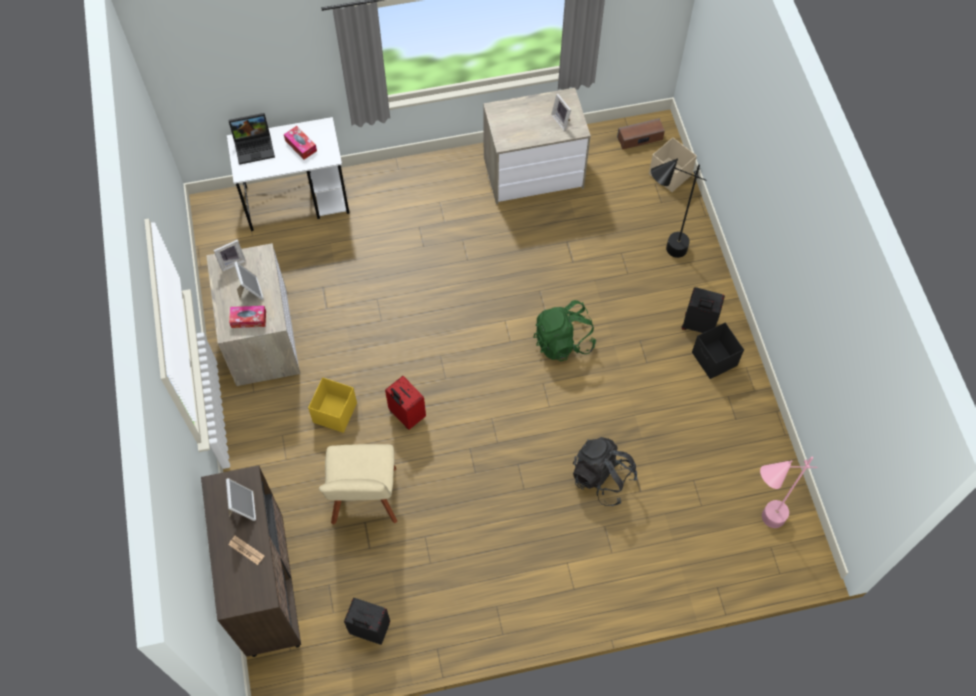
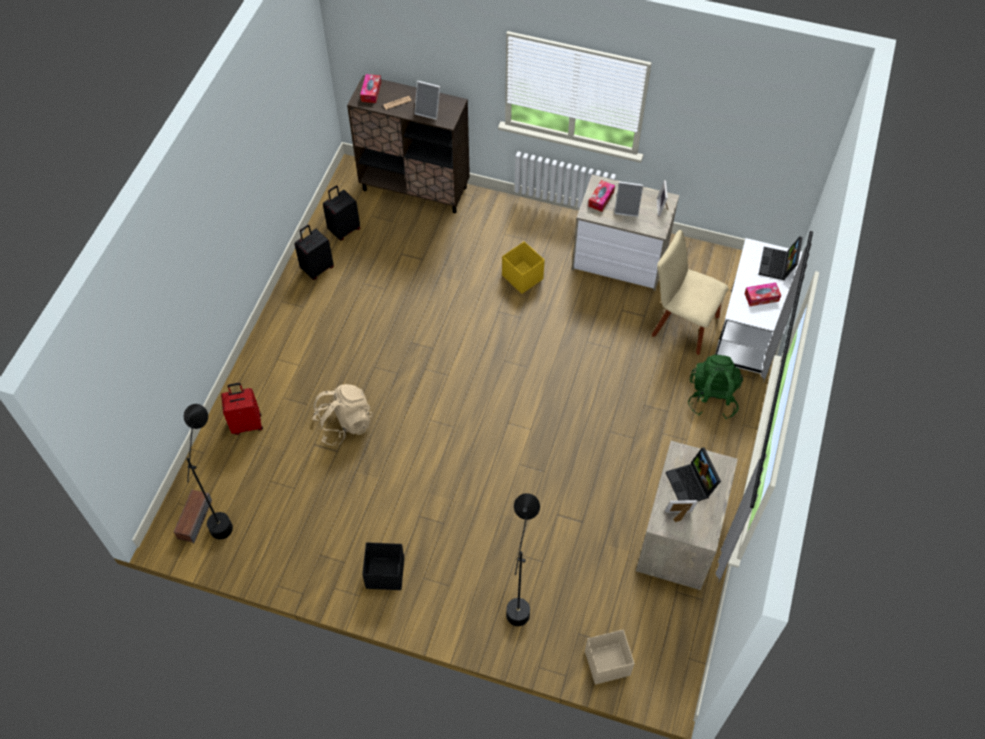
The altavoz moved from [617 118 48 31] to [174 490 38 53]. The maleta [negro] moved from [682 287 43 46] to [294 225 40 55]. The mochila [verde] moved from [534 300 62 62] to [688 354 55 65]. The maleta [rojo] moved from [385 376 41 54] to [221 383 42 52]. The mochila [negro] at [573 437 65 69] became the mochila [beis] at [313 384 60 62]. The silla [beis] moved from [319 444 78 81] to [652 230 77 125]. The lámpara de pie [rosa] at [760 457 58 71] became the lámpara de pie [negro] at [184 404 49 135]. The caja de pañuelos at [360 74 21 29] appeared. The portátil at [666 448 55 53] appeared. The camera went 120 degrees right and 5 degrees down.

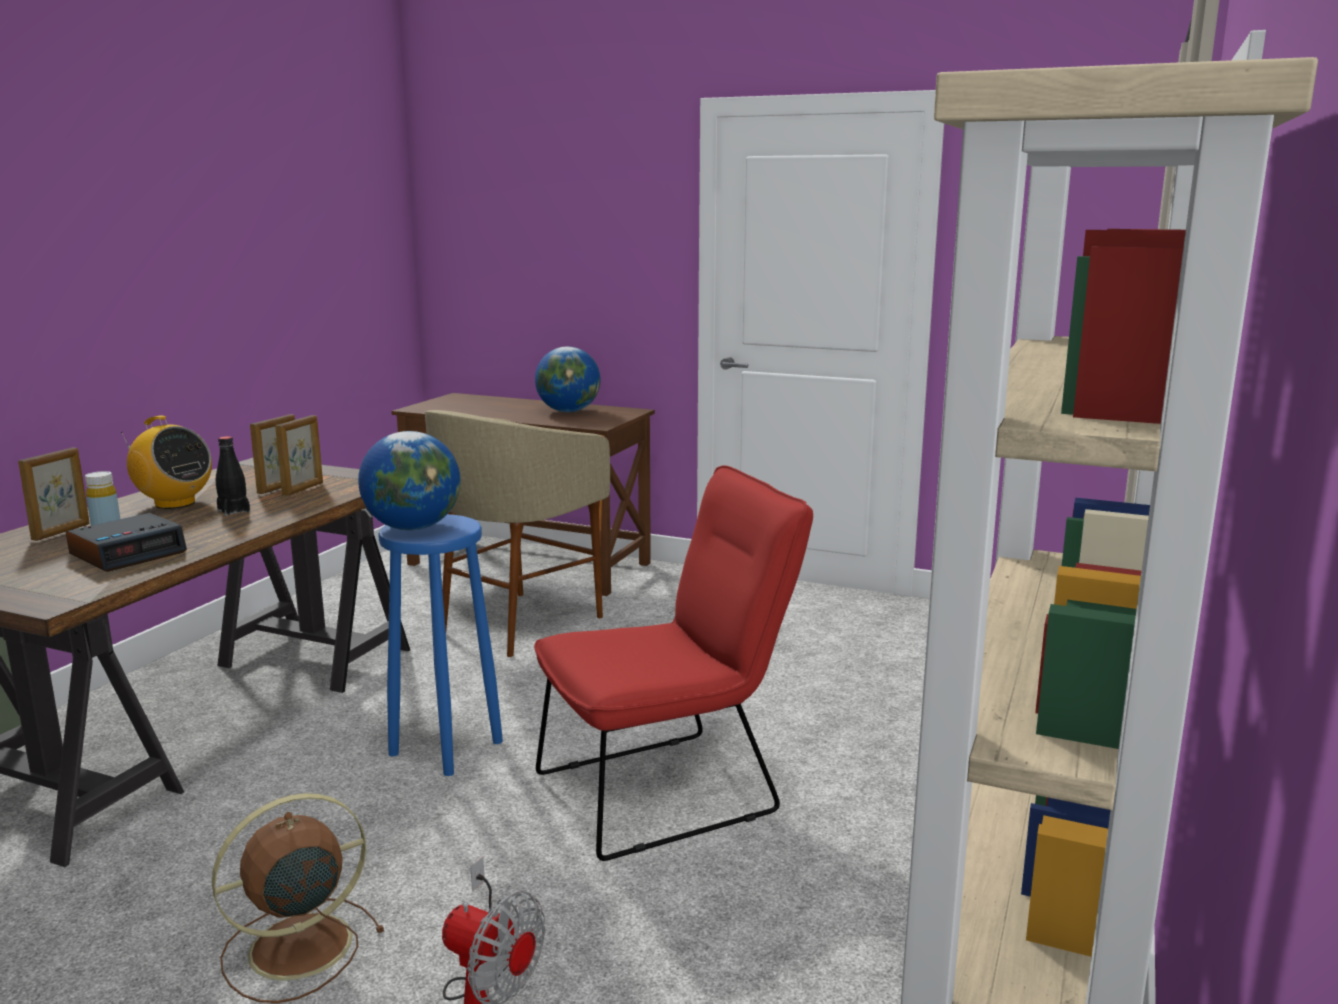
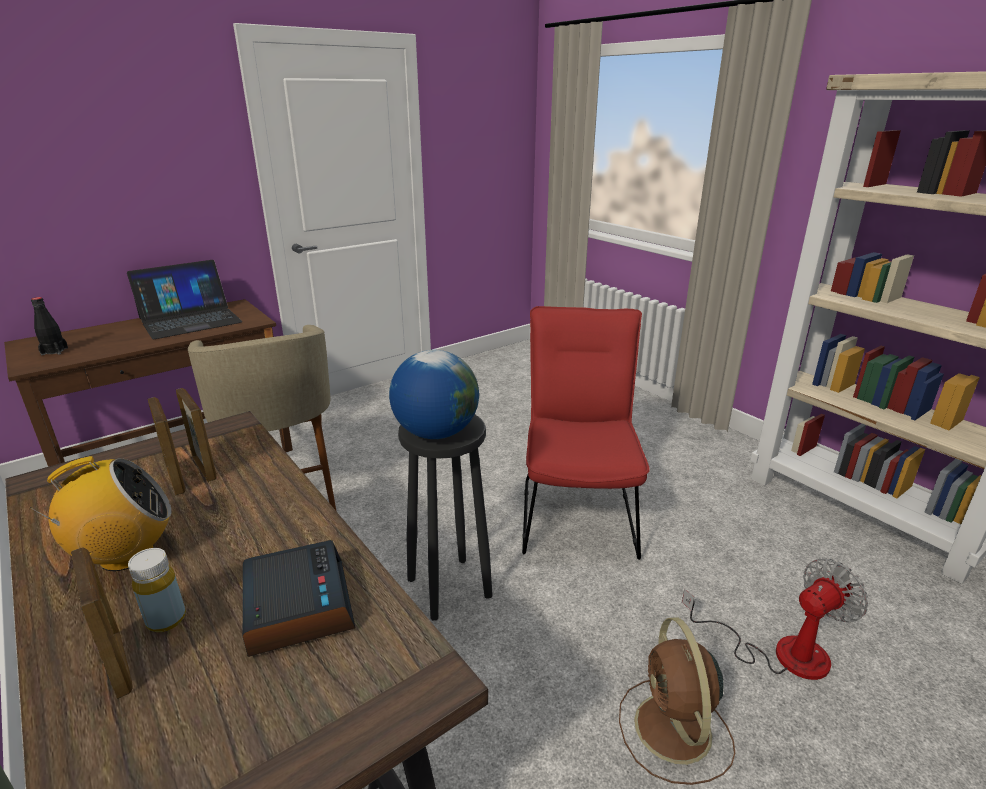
The globo terráqueo at [535 347 66 65] was replaced by the portátil at [127 260 116 79]. The botella [negro] moved from [216 436 34 80] to [31 297 37 58]. The taburete [azul] at [378 514 125 262] became the taburete [negro] at [398 414 95 207]. The camera went 60 degrees left and 10 degrees up.

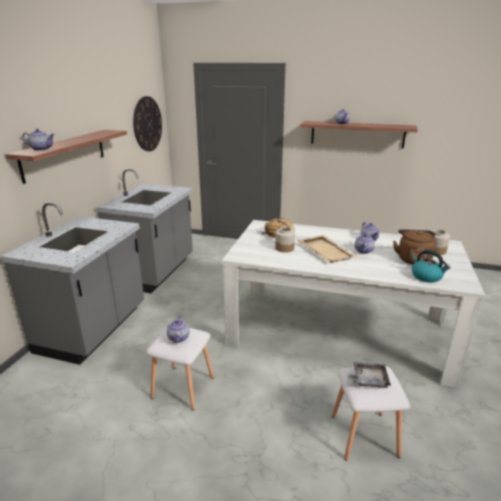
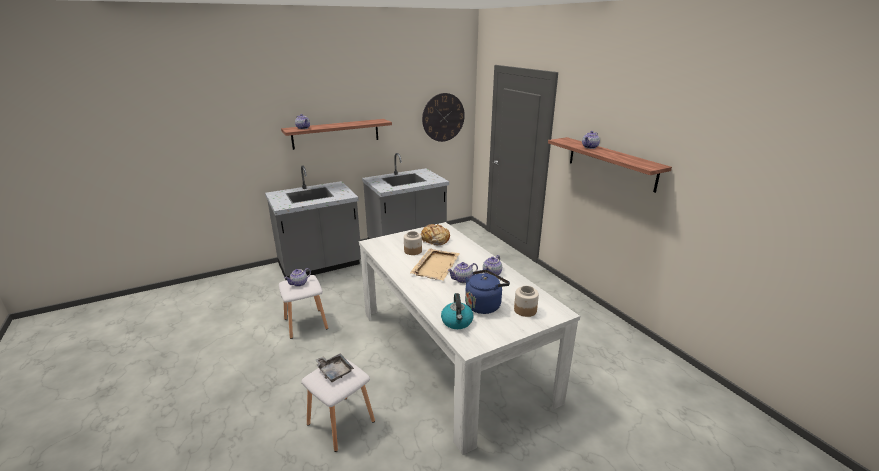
The hervidor [marrón] at [393 229 43 36] became the hervidor [azul] at [465 270 45 44]. The camera went 45 degrees right and 0 degrees up.

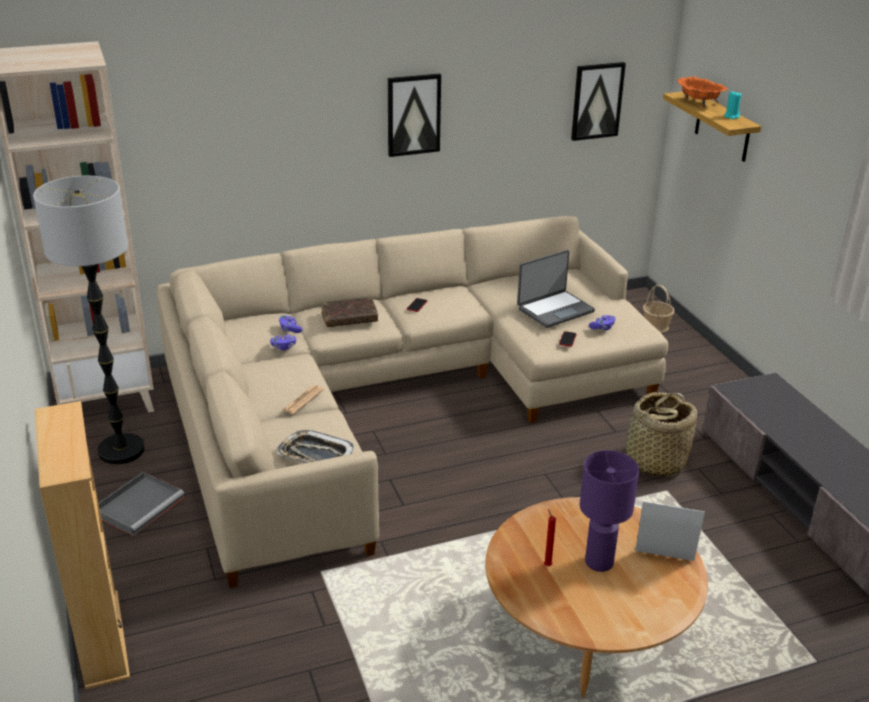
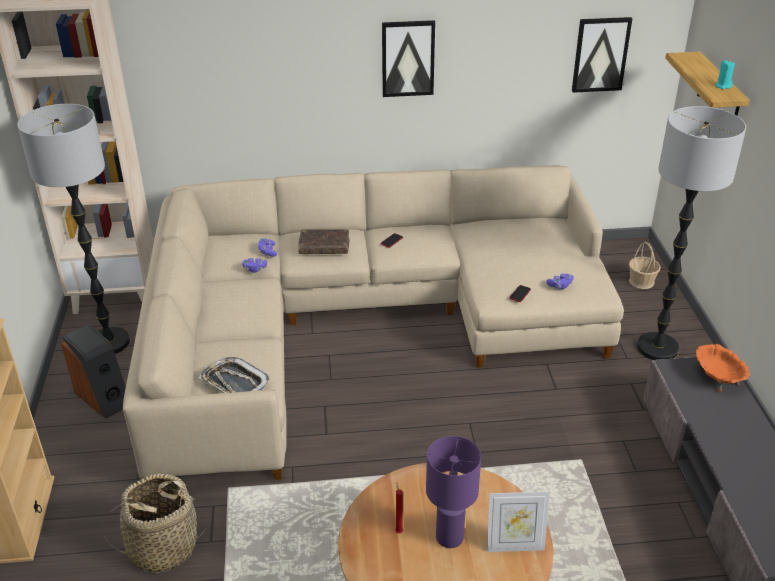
The cuenco [naranja] moved from [678 76 50 32] to [696 344 54 48]. The portátil at [517 250 78 78] disappeared. The periódico at [283 385 41 29] disappeared. The cesta moved from [626 392 71 85] to [103 473 104 100]. The bandeja [gris] at [98 472 86 64] was replaced by the altavoz at [61 324 65 95]. The portarretratos at [635 501 70 60] turned 150 degrees clockwise. The lámpara de pie at [637 106 109 254] appeared. The camera went 15 degrees right and 5 degrees up.

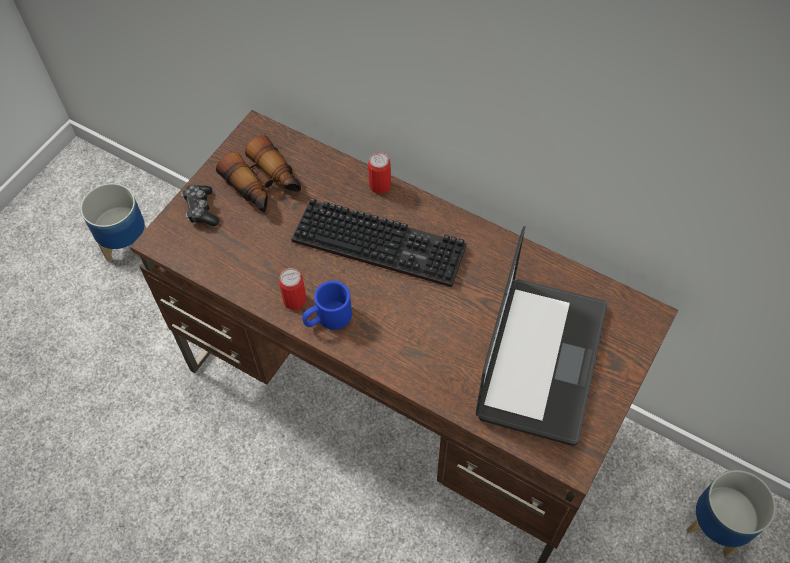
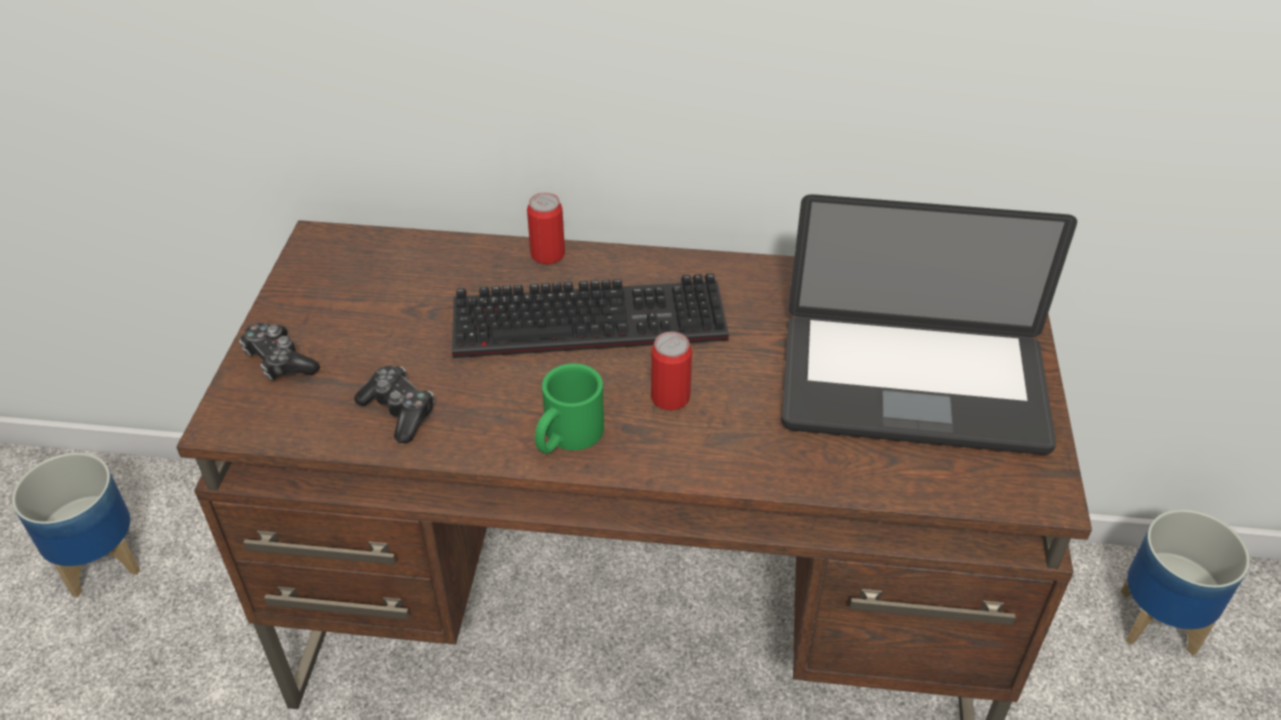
The prismáticos at [216 135 85 77] disappeared. The portátil at [476 226 131 220] turned 105 degrees clockwise. The lata moved from [279 268 28 42] to [651 332 41 78]. The taza grande [azul] at [302 281 50 49] became the taza grande [verde] at [535 363 69 91]. The mando de consola at [354 366 80 77] appeared. The camera went 25 degrees left and 15 degrees down.

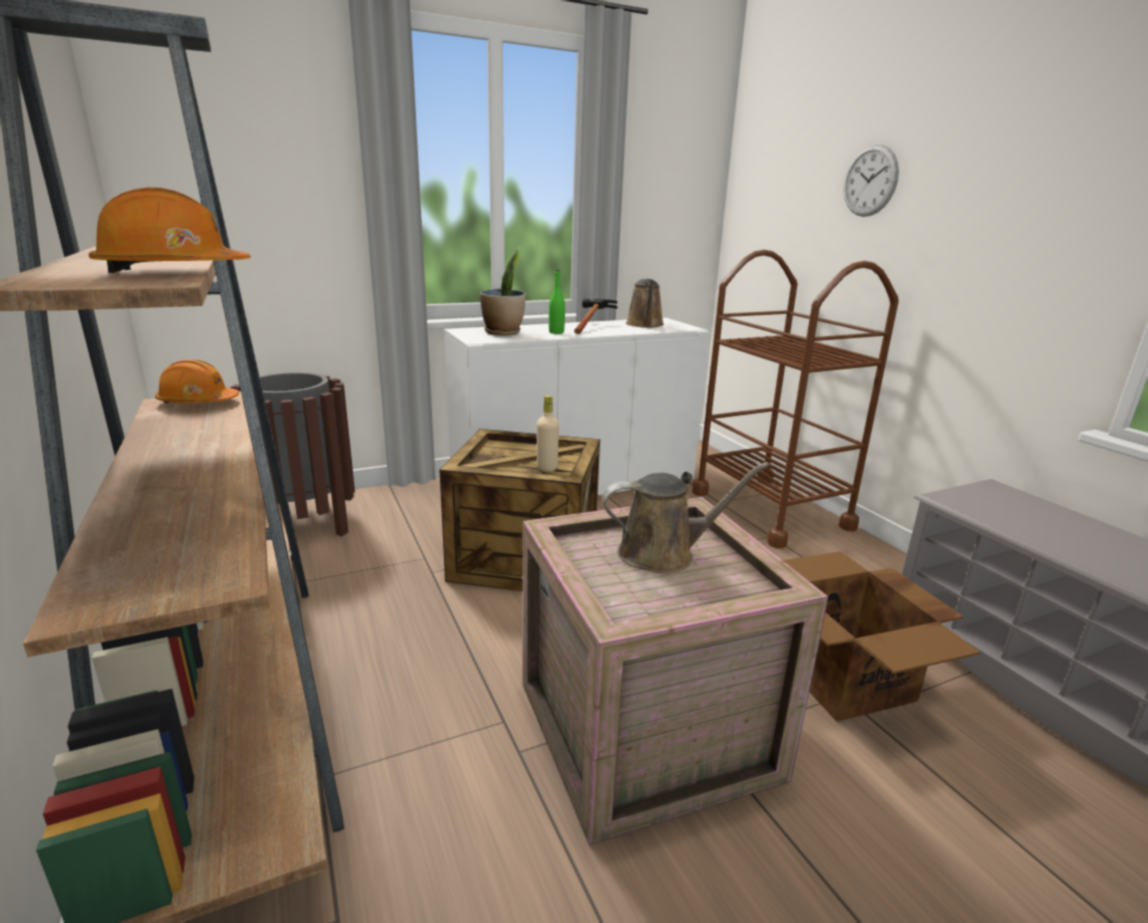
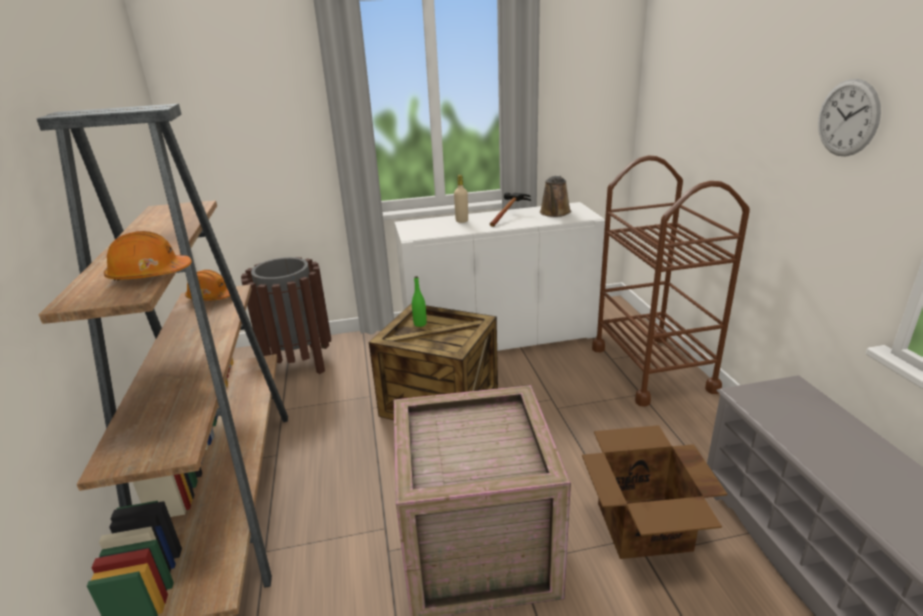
The reloj de pared moved from [843 144 56 73] to [818 79 63 77]. The planta en maceta at [480 246 46 89] disappeared. The botella [verde] moved from [549 270 16 64] to [412 276 15 51]. The botella [beis] moved from [537 395 22 77] to [454 175 14 48]. The regadera [marrón] at [602 462 167 112] disappeared. The camera went 15 degrees right and 5 degrees up.

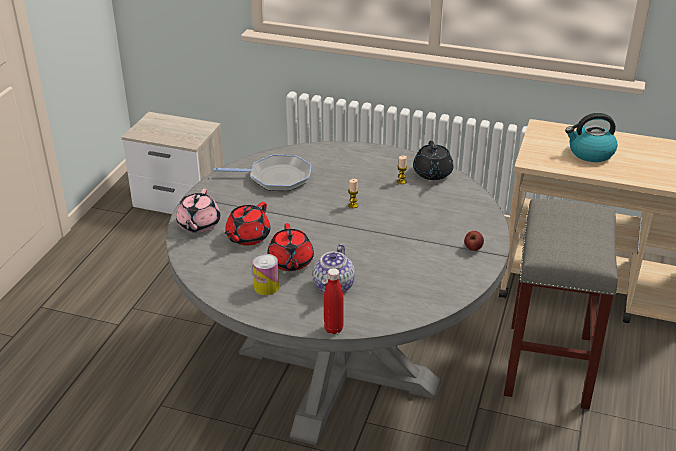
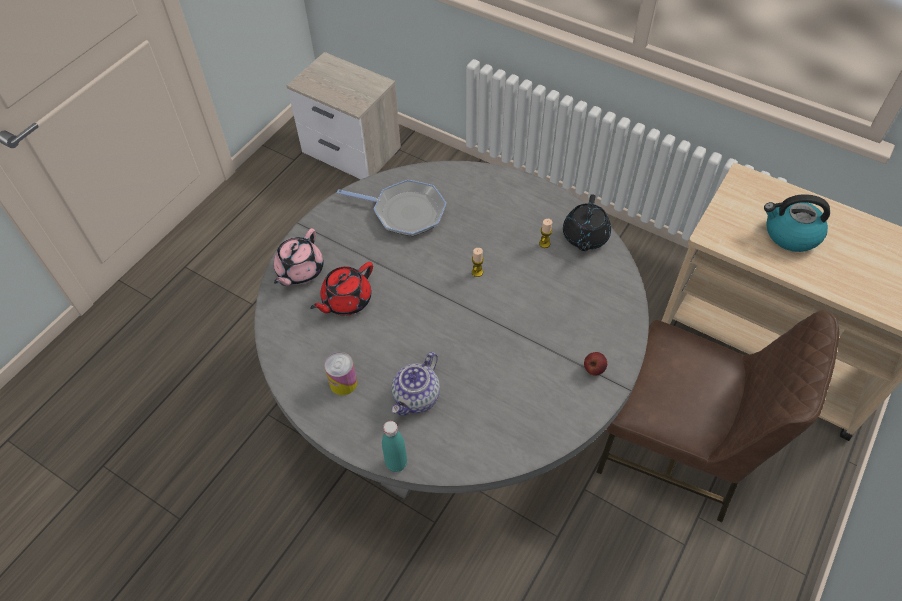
The taburete [gris] at [504 199 114 211] was replaced by the silla [marrón] at [596 310 243 212]. The tetera [rojo] at [267 223 47 48] disappeared. The botella [rojo] at [324 268 20 66] became the botella [turquesa] at [382 421 25 51]. The camera went 15 degrees right and 20 degrees up.

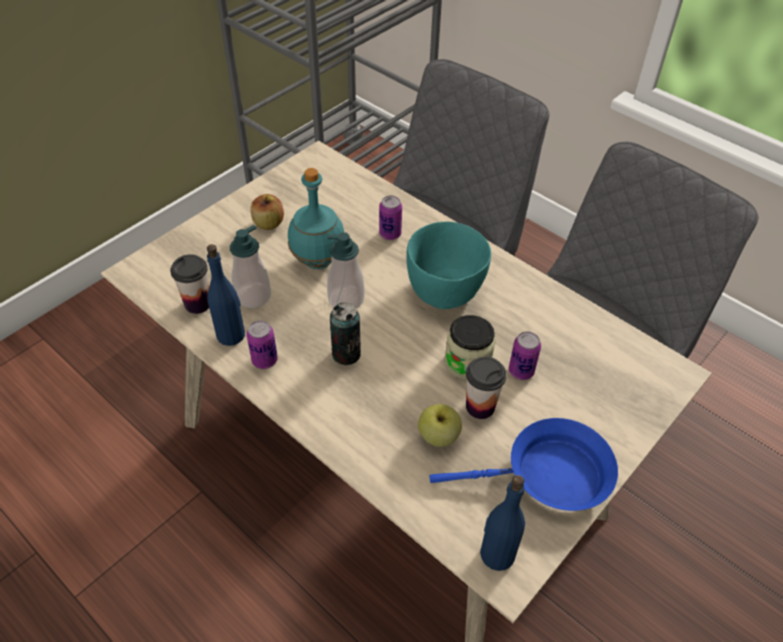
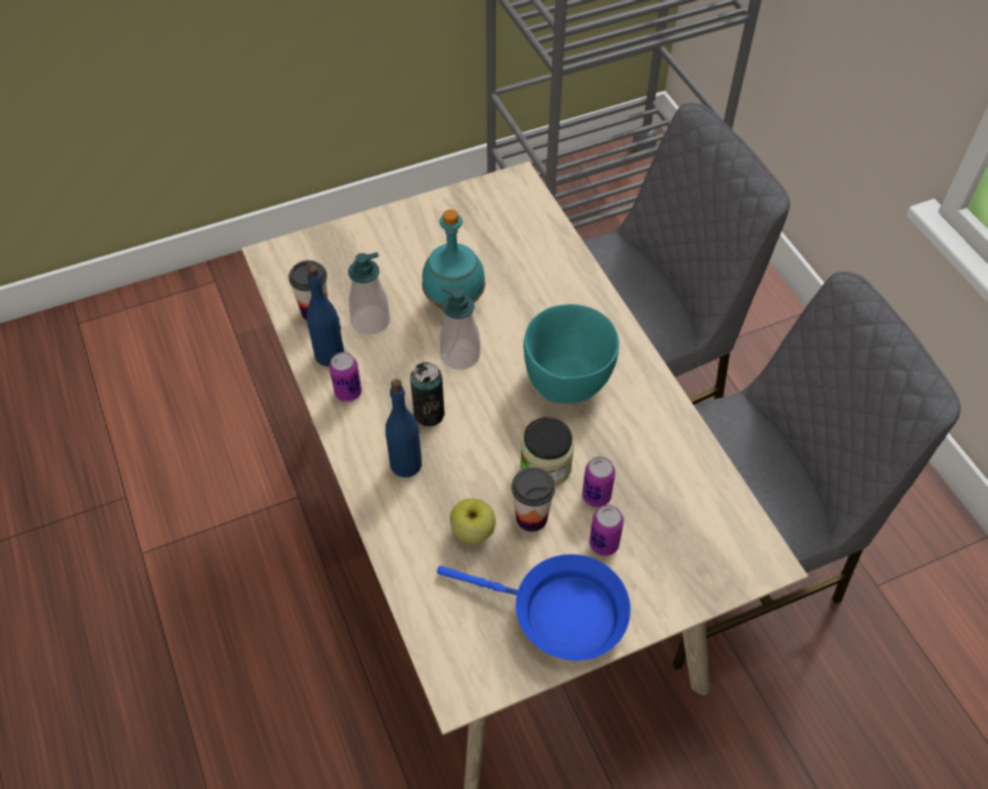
The manzana at [250 194 34 36] disappeared. The lata moved from [379 196 23 44] to [589 505 35 51]. The botella [azul] moved from [480 475 45 96] to [385 379 37 98]. The camera went 25 degrees right and 5 degrees up.

